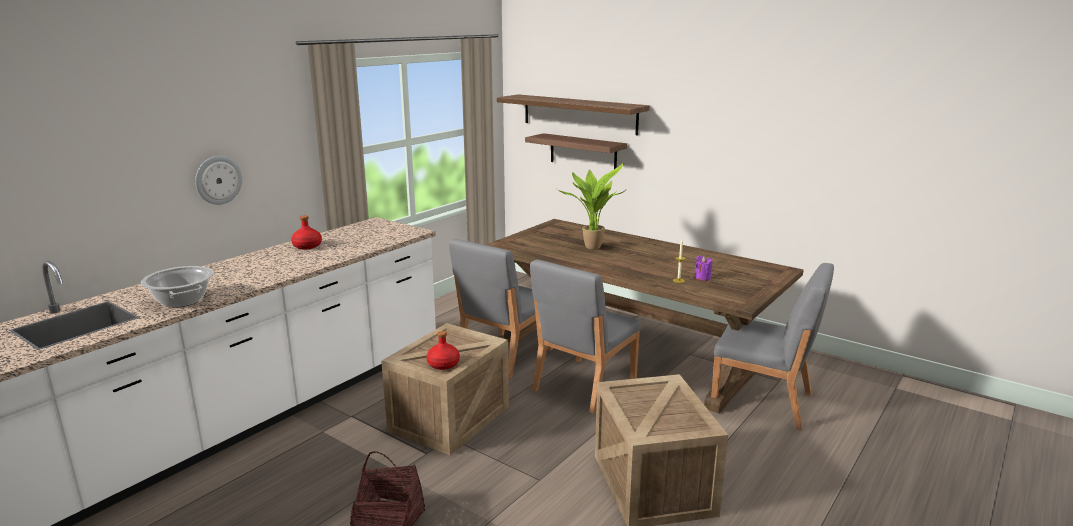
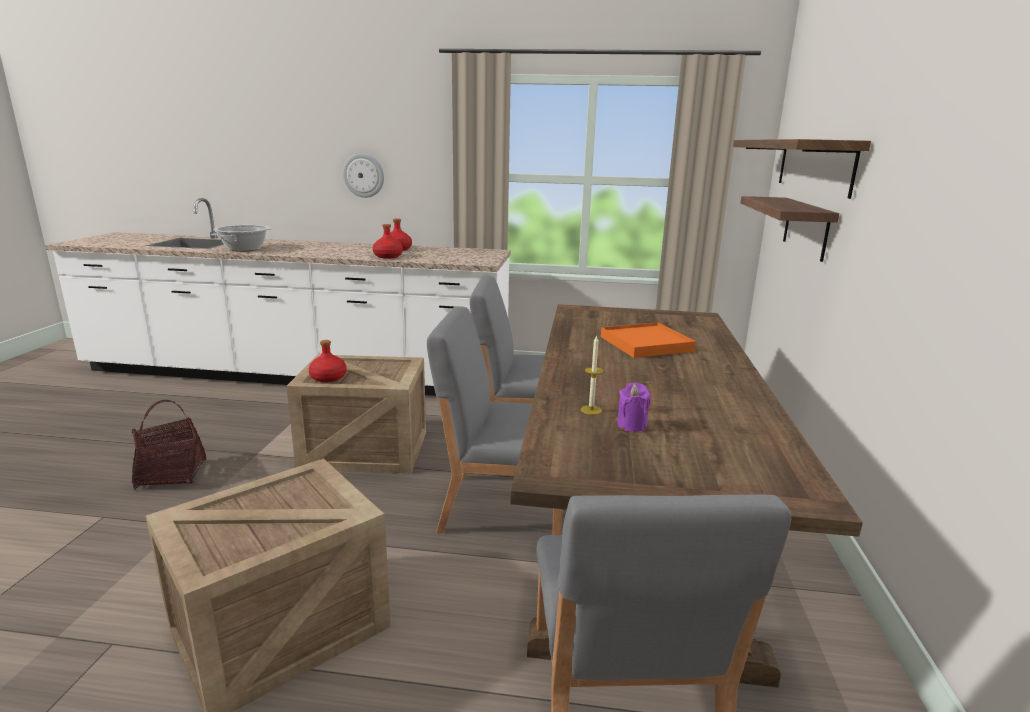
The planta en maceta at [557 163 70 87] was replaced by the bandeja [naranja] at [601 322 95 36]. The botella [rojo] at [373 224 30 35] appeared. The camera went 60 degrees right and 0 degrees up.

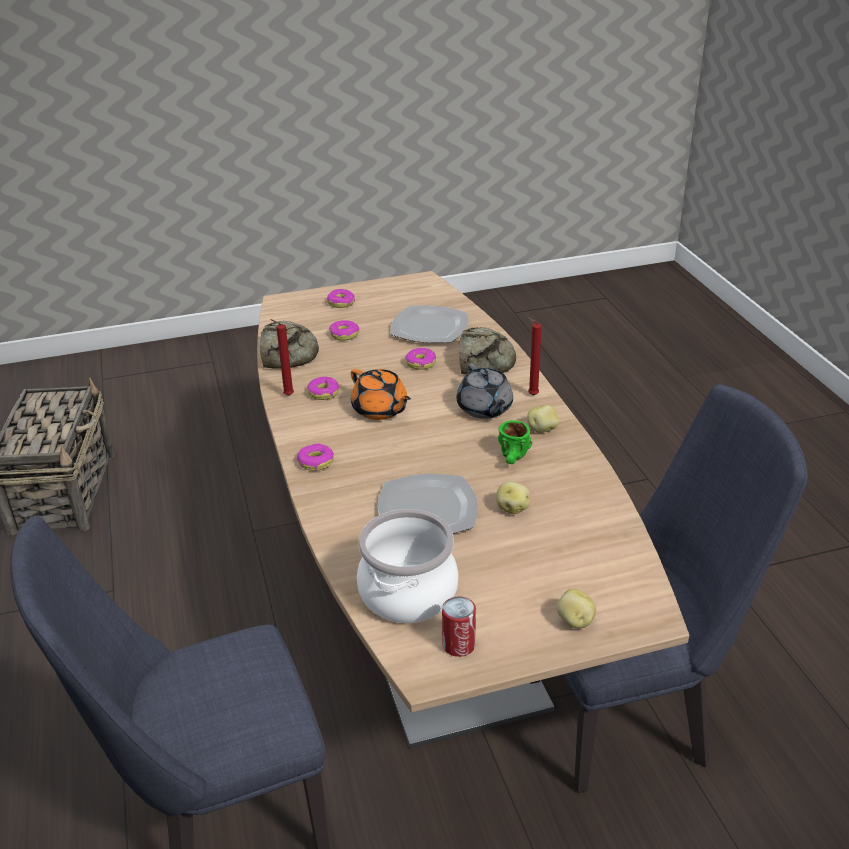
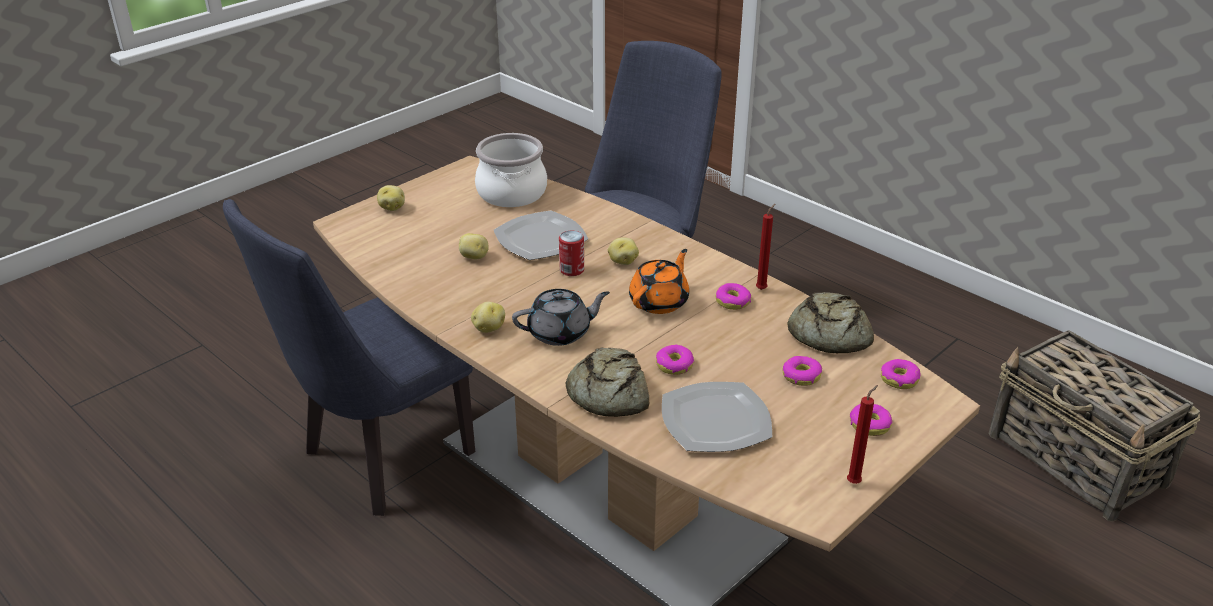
The vela [rojo] moved from [528 318 14 78] to [847 385 31 99]. The tetera [gris] at [457 363 56 56] turned 120 degrees clockwise. The tetera [naranja] at [351 369 60 51] turned 105 degrees clockwise. The taza grande [verde] at [498 420 35 44] disappeared. The rosquilla moved from [297 444 37 27] to [881 359 40 30]. The lata moved from [442 596 34 61] to [559 231 25 45]. The patata at [608 238 31 27] appeared. The camera went 150 degrees right and 0 degrees up.

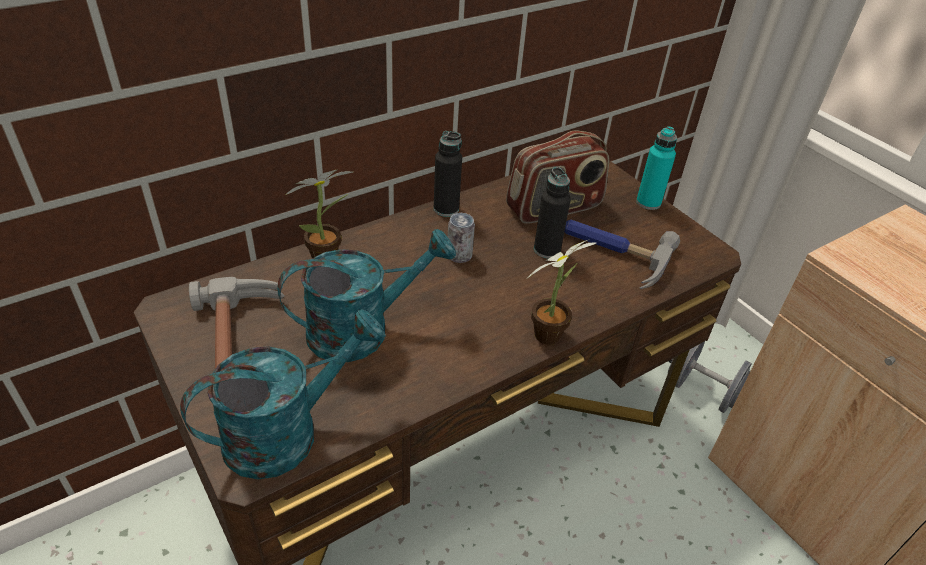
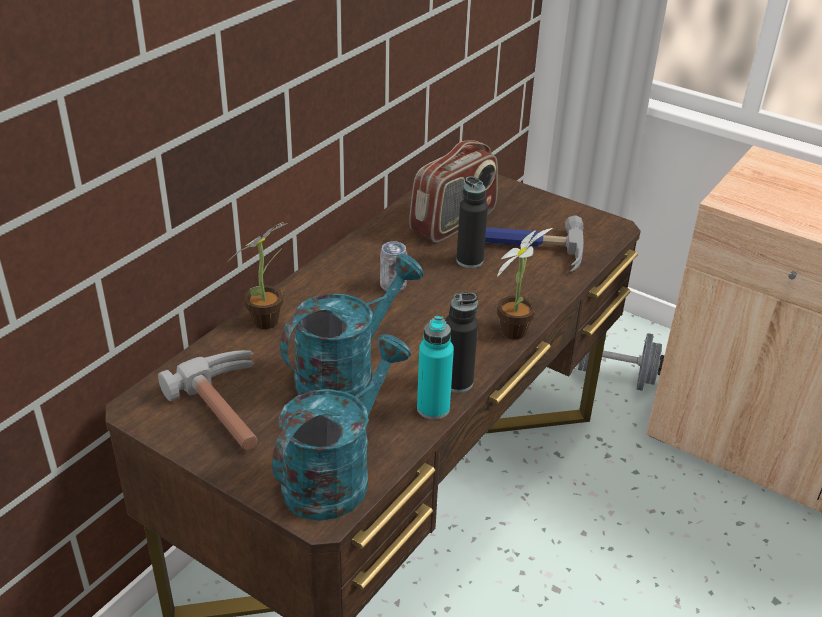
The botella [turquesa] moved from [636 126 41 84] to [417 316 37 104]. The botella [negro] moved from [434 131 28 86] to [445 292 33 101]. The camera went 20 degrees left and 5 degrees down.

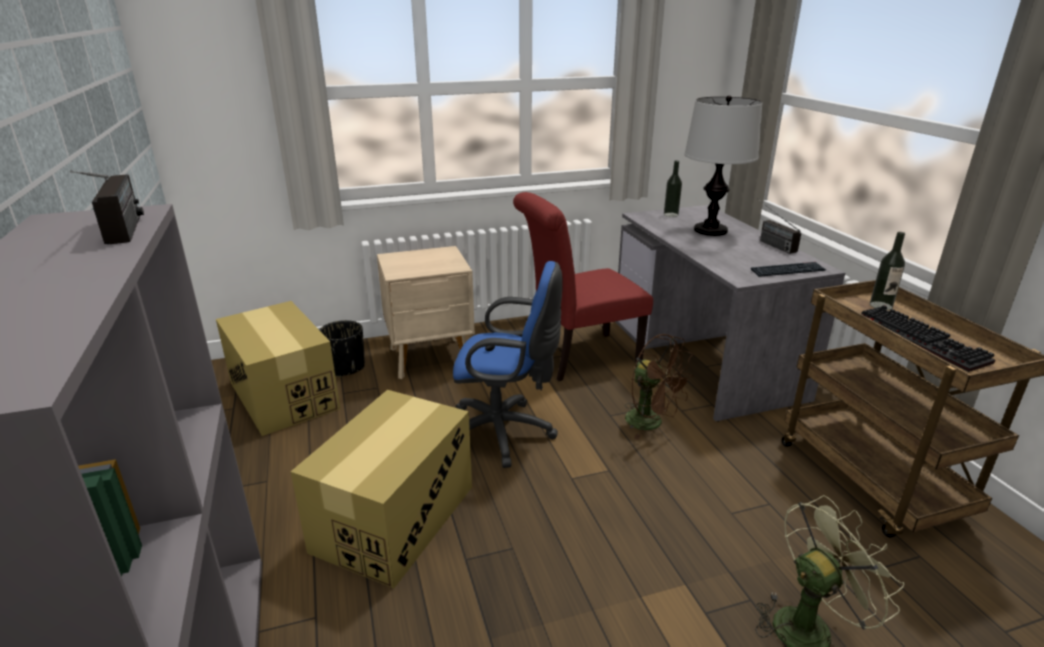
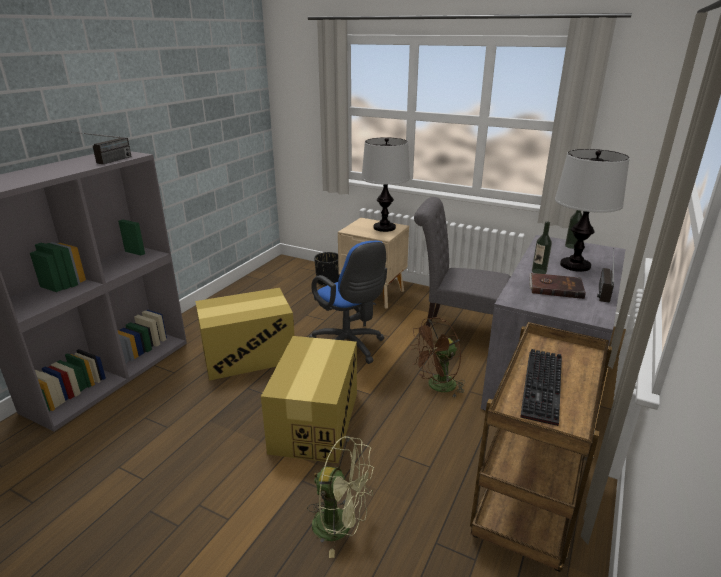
The silla [rojo] at [513 192 140 189] became the silla [gris] at [414 197 97 130]. The botella moved from [870 232 35 78] to [532 221 20 53]. The teclado at [751 262 75 15] disappeared. The caja de cartón moved from [216 301 124 135] to [261 336 96 127]. The ventilador [marrón] at [625 334 69 106] turned 60 degrees clockwise. The lámpara de mesa at [361 137 49 95] appeared. The libro [marrón] at [530 273 56 26] appeared. The camera went 45 degrees right and 0 degrees up.

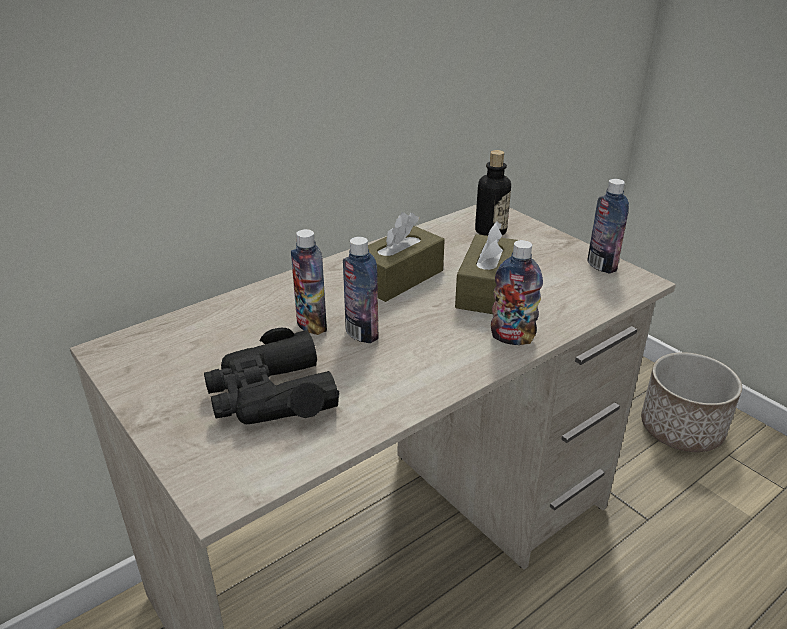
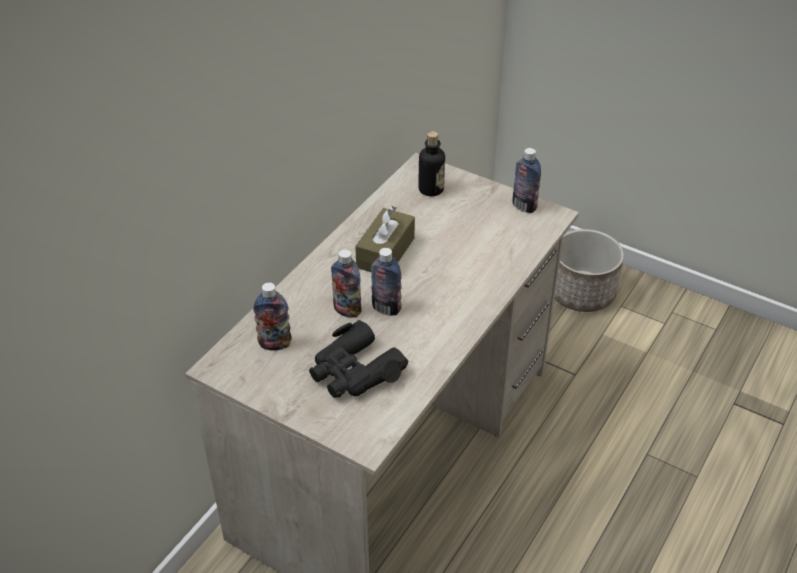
The caja de pañuelos [marrón] at [455 221 63 93] disappeared. The botella moved from [491 240 52 105] to [253 282 39 69]. The camera went 20 degrees left and 10 degrees up.

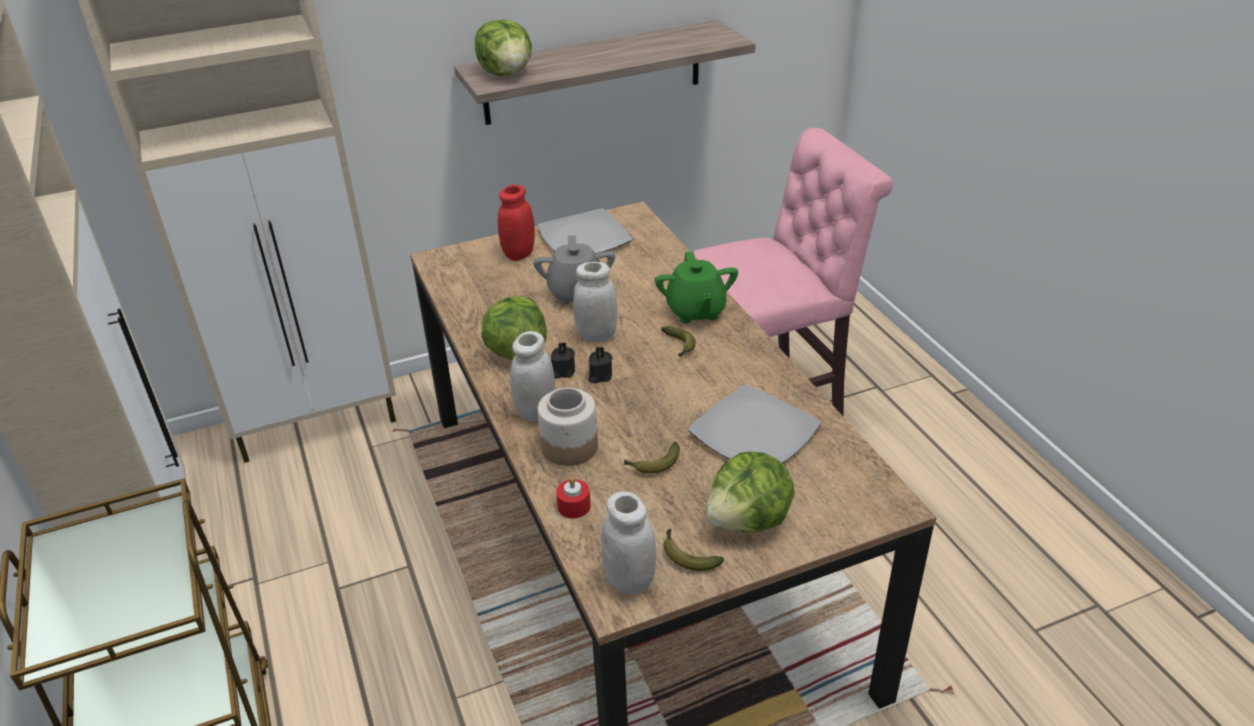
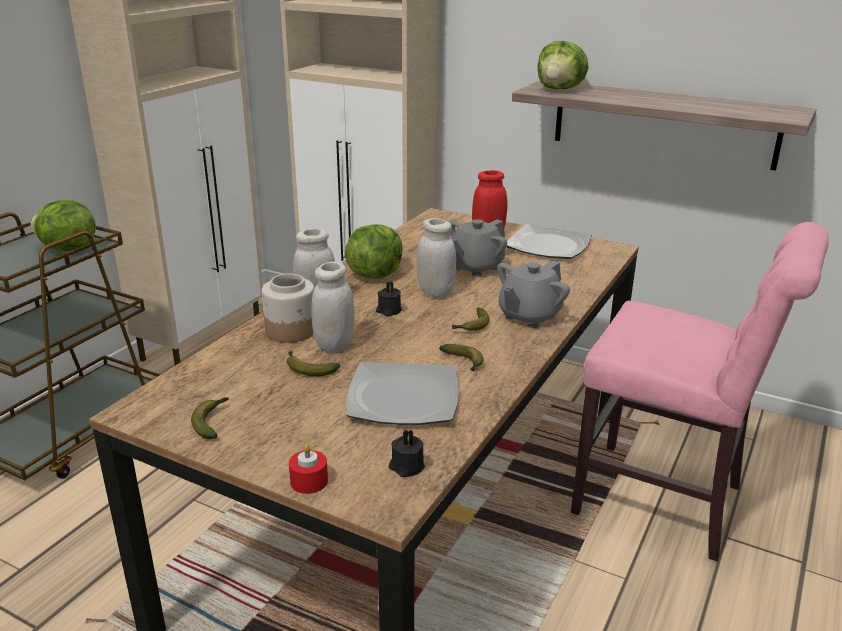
The tetera [verde] at [655 251 83 72] became the tetera [gris] at [497 261 73 67]. The vela [negro] moved from [551 342 24 37] to [388 429 37 48]. The lechuga moved from [706 452 89 81] to [30 200 66 51]. The vela [rojo] moved from [556 477 35 41] to [289 444 39 50]. The tarro [blanco] moved from [601 491 55 104] to [311 261 43 92]. The plátano at [439 344 45 28] appeared. The camera went 50 degrees right and 10 degrees down.

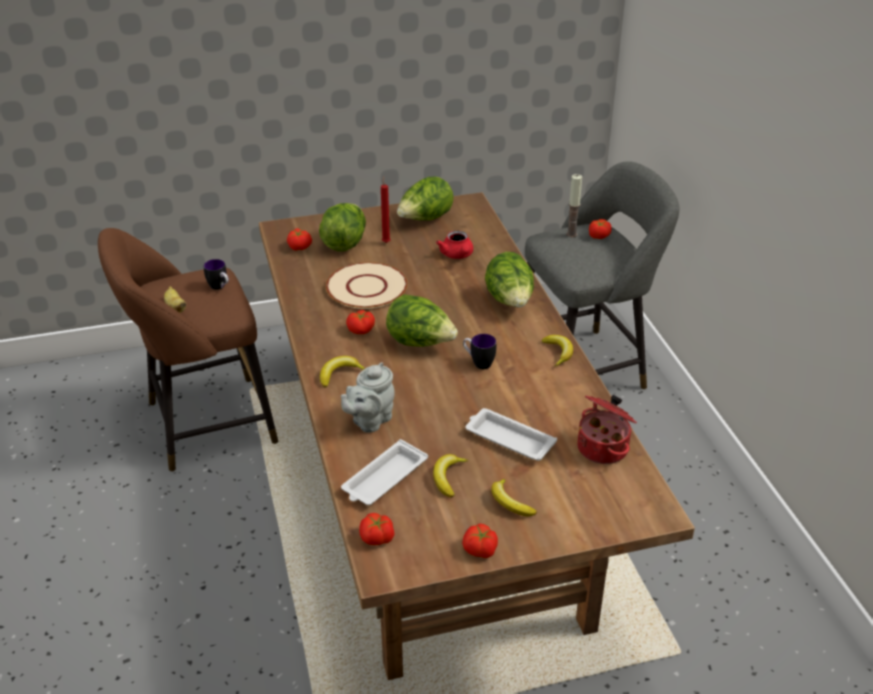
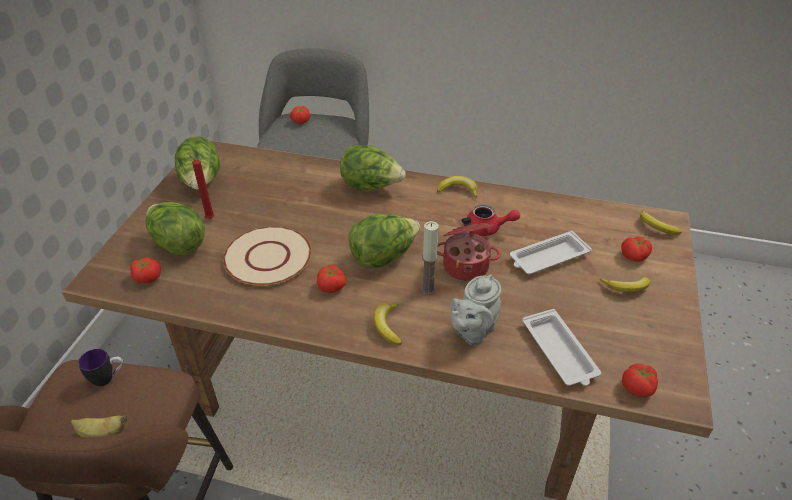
The vela moved from [566 174 16 63] to [421 221 18 74]. The tetera [rojo] moved from [436 231 37 28] to [466 204 54 32]. The taza grande at [463 334 33 35] disappeared. The tetera [gris] at [341 362 54 71] turned 60 degrees clockwise. The olla moved from [577 395 60 69] to [437 217 64 64]. The plátano moved from [433 454 36 44] to [640 210 42 25]. The tomate moved from [462 524 36 34] to [621 237 31 25]. The camera went 60 degrees left and 5 degrees up.

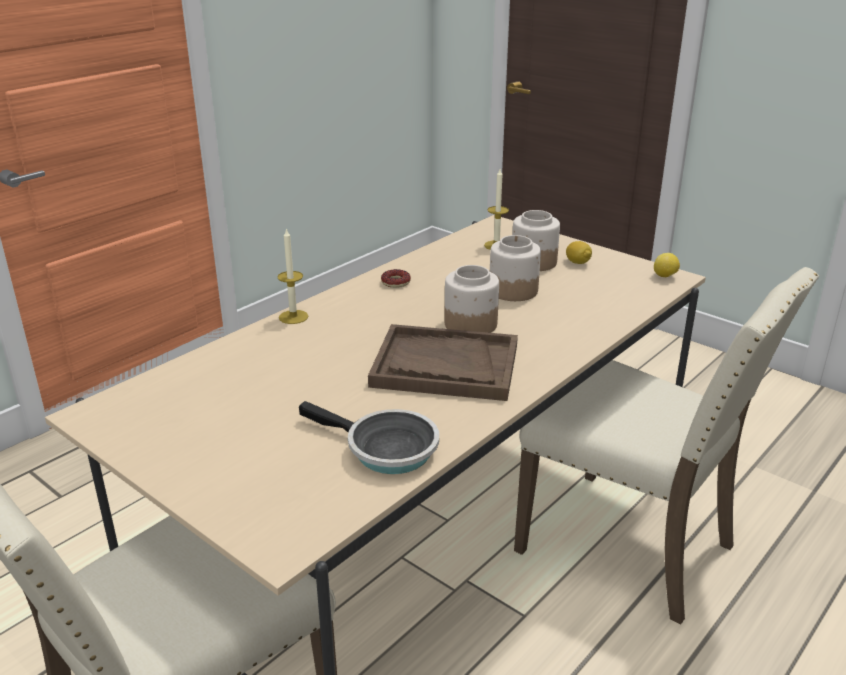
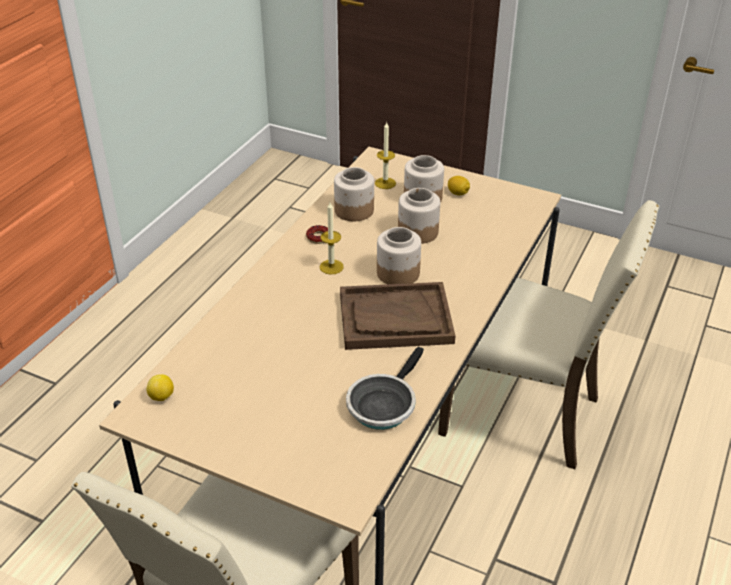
The vela moved from [277 228 31 96] to [320 202 24 73]. The limón moved from [654 253 26 24] to [147 375 27 26]. The sartén at [299 401 140 73] turned 105 degrees clockwise. The tarro at [334 167 40 54] appeared. The camera went 15 degrees left and 10 degrees up.

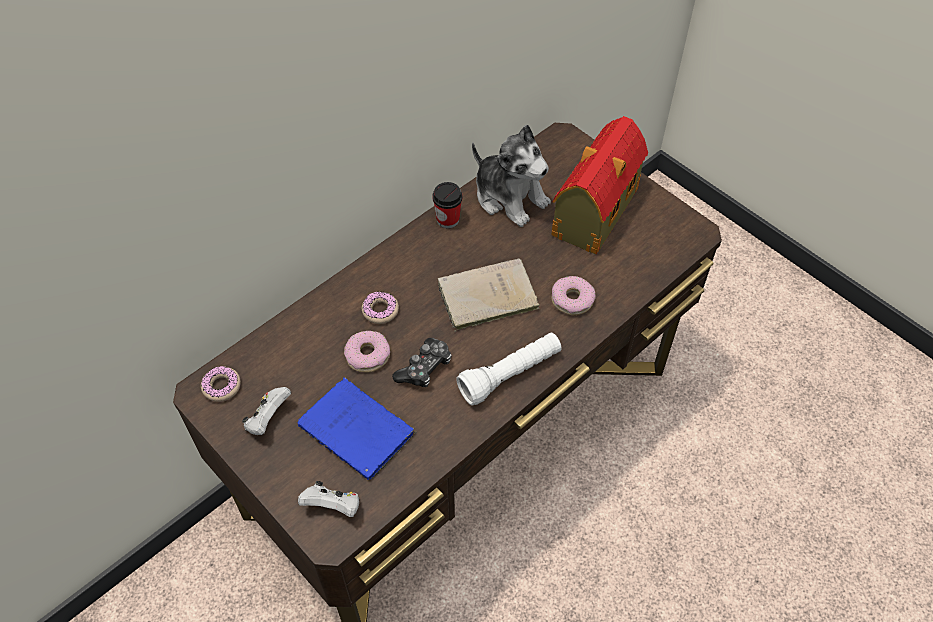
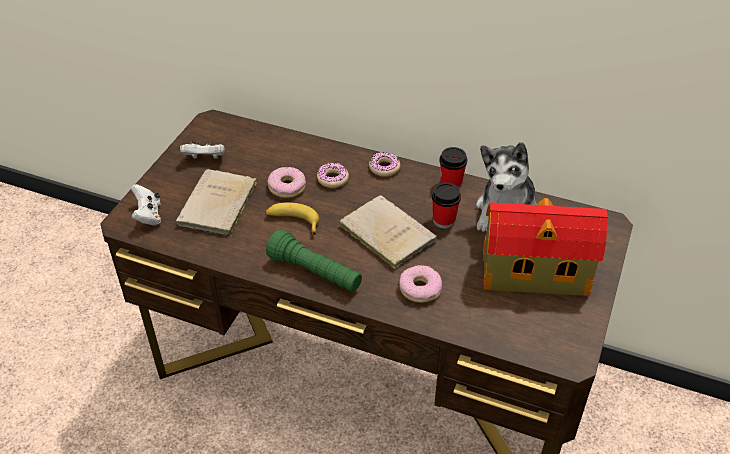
The linterna [blanco] at [456 332 105 74] became the linterna [verde] at [266 230 96 62]. The mando de consola at [392 338 60 50] was replaced by the plátano at [265 202 54 33]. The rosquilla moved from [201 366 40 36] to [369 152 31 25]. The libro [azul] at [298 377 119 103] became the libro [beis] at [176 169 80 67]. The taza at [432 182 29 46] appeared. The camera went 65 degrees right and 10 degrees down.

